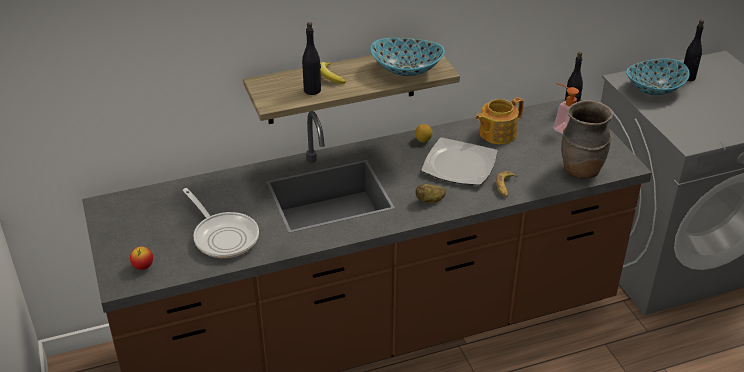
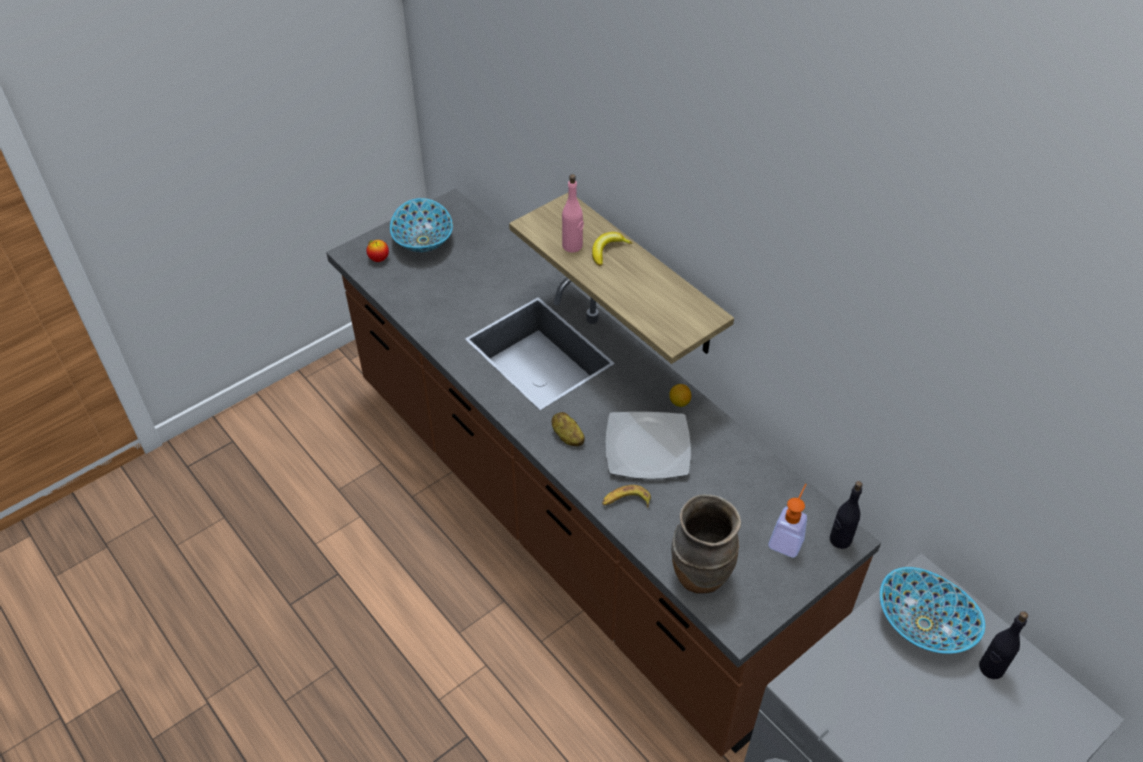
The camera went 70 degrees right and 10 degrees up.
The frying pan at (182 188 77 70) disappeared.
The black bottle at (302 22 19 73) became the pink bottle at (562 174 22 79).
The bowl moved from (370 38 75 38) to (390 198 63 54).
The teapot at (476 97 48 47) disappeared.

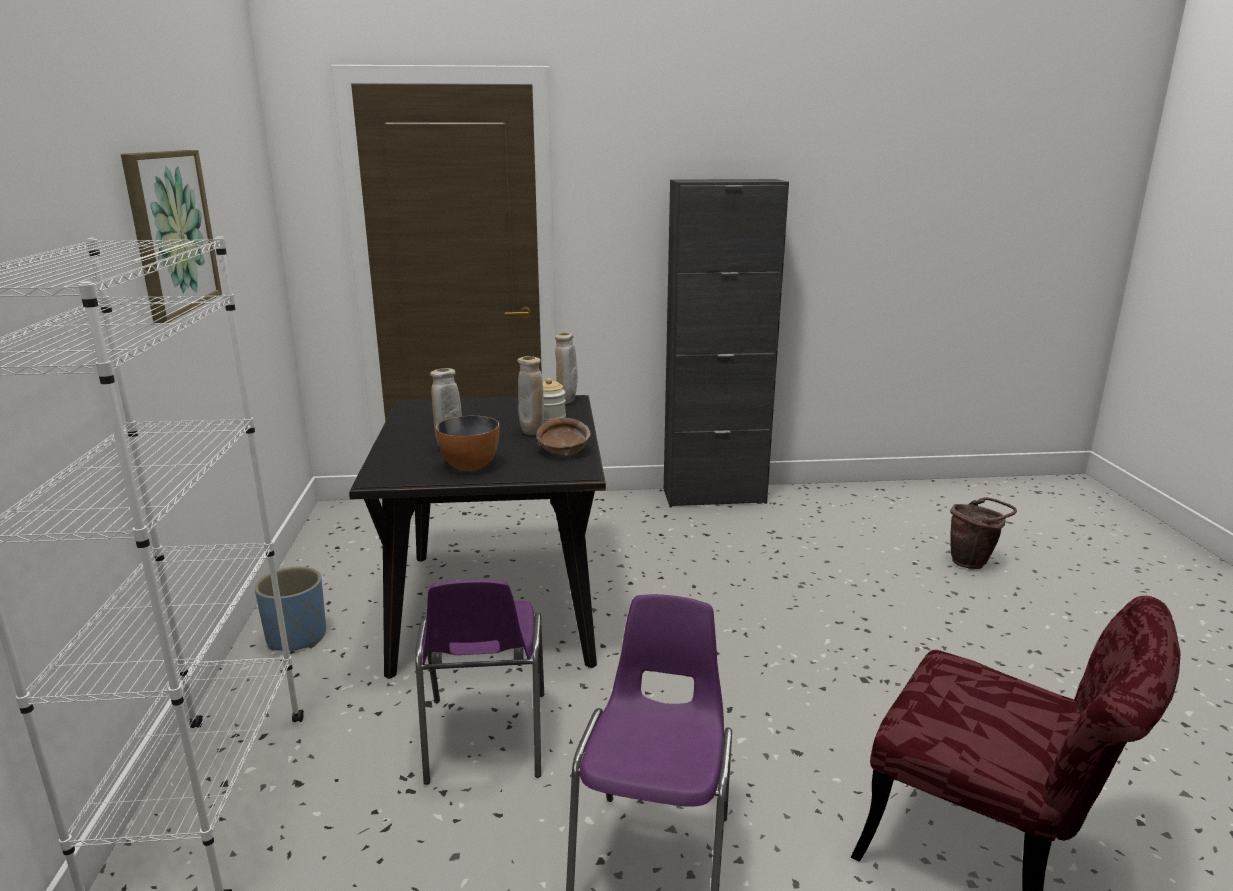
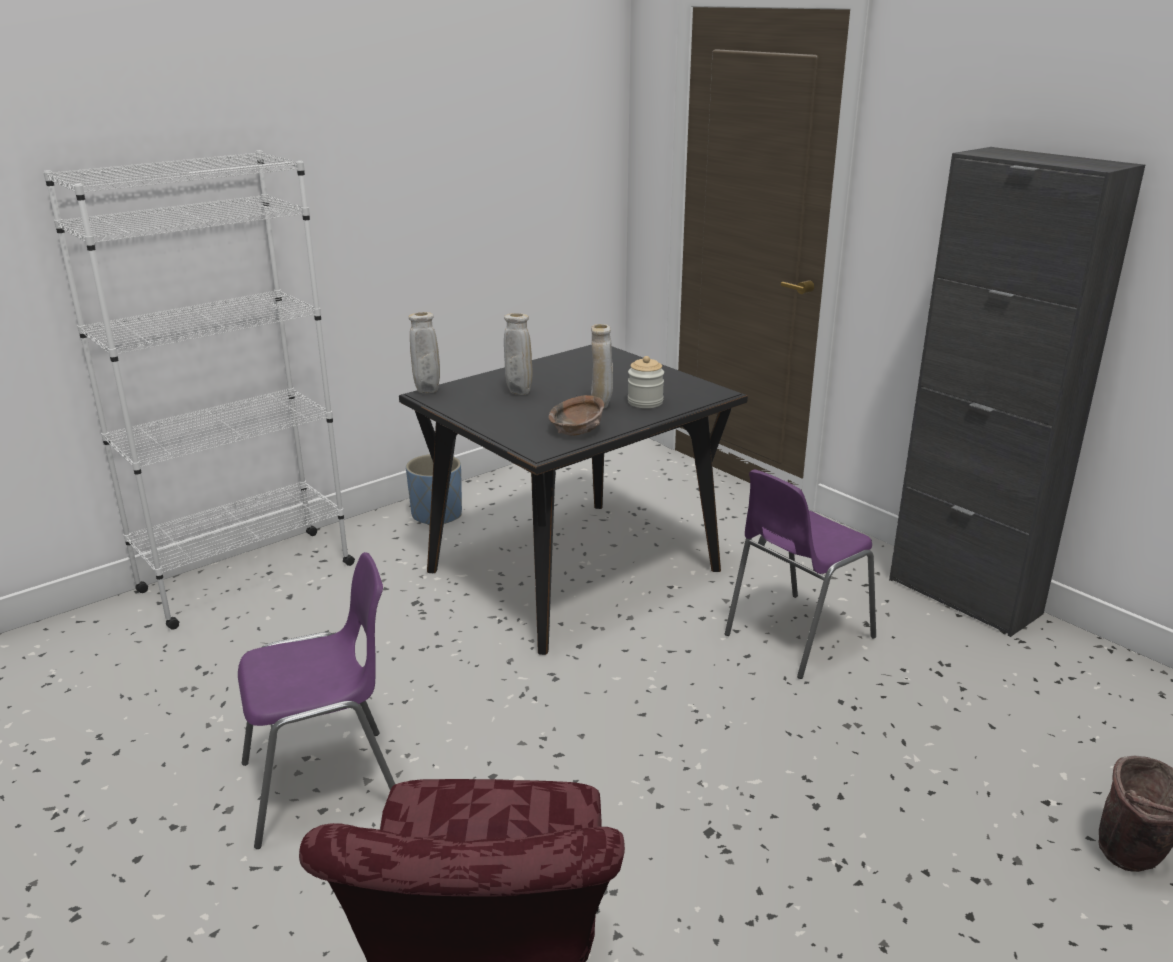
The camera went 55 degrees right and 5 degrees up.
The picture at (121 150 101 173) disappeared.
The purple chair moved from (415 579 129 206) to (725 469 151 210).
The bowl at (436 416 64 55) disappeared.
The beige vase moved from (555 332 23 72) to (409 312 31 81).

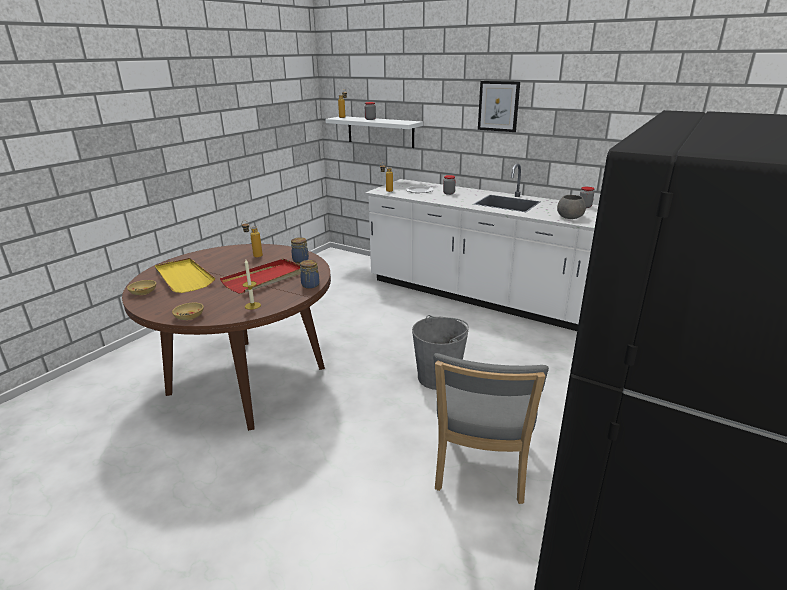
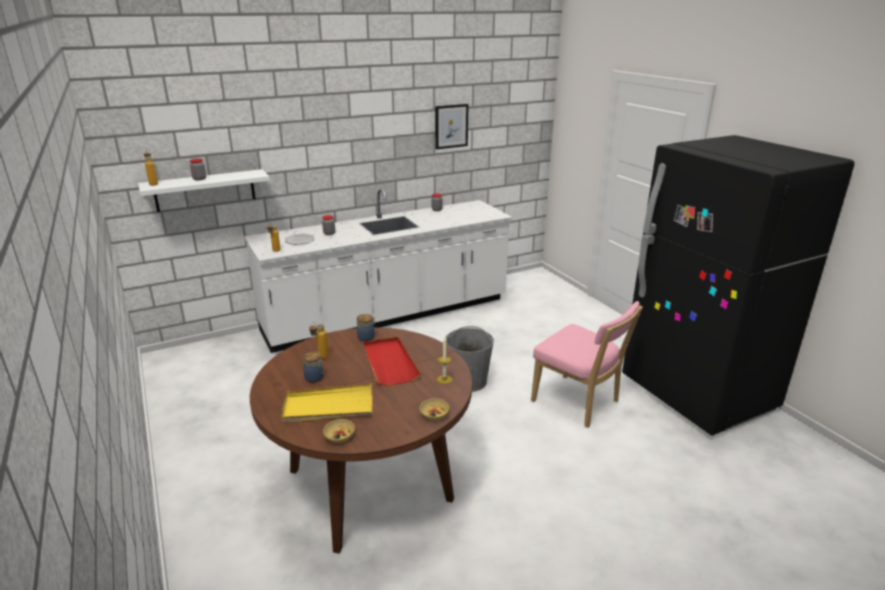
The camera went 60 degrees left and 0 degrees up.
The jar moved from (300 260 20 29) to (303 351 21 32).
The grey chair at (433 353 116 151) became the pink chair at (531 301 112 127).
The picture moved from (478 81 42 51) to (435 104 33 45).
The grey bowl at (557 195 29 24) disappeared.

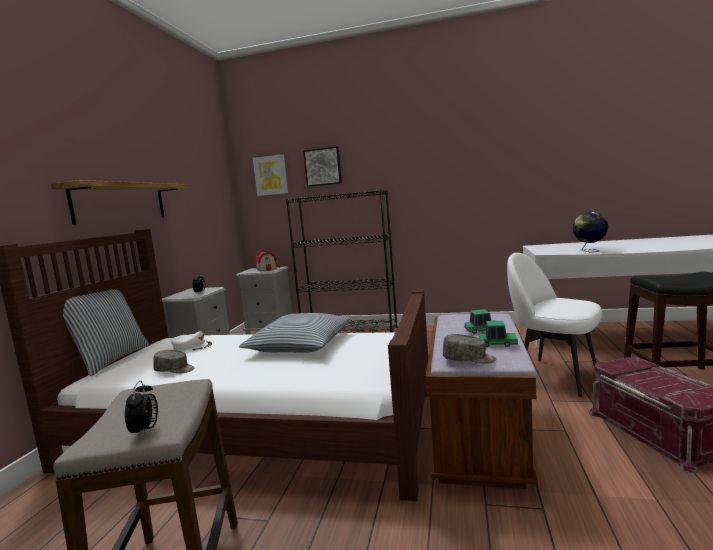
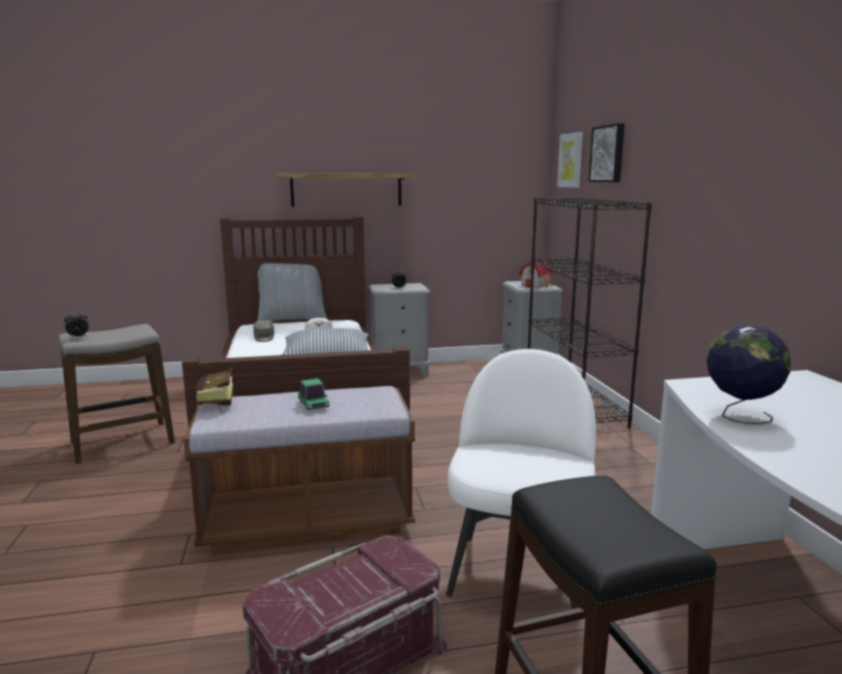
The camera went 65 degrees right and 5 degrees up.
The grey cap at (443 334 53 30) was replaced by the book at (193 368 40 47).
The toy car at (479 321 39 26) disappeared.

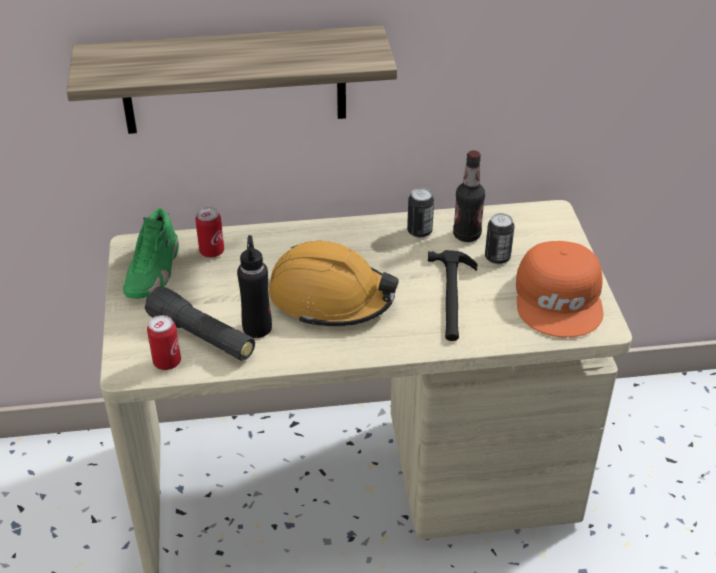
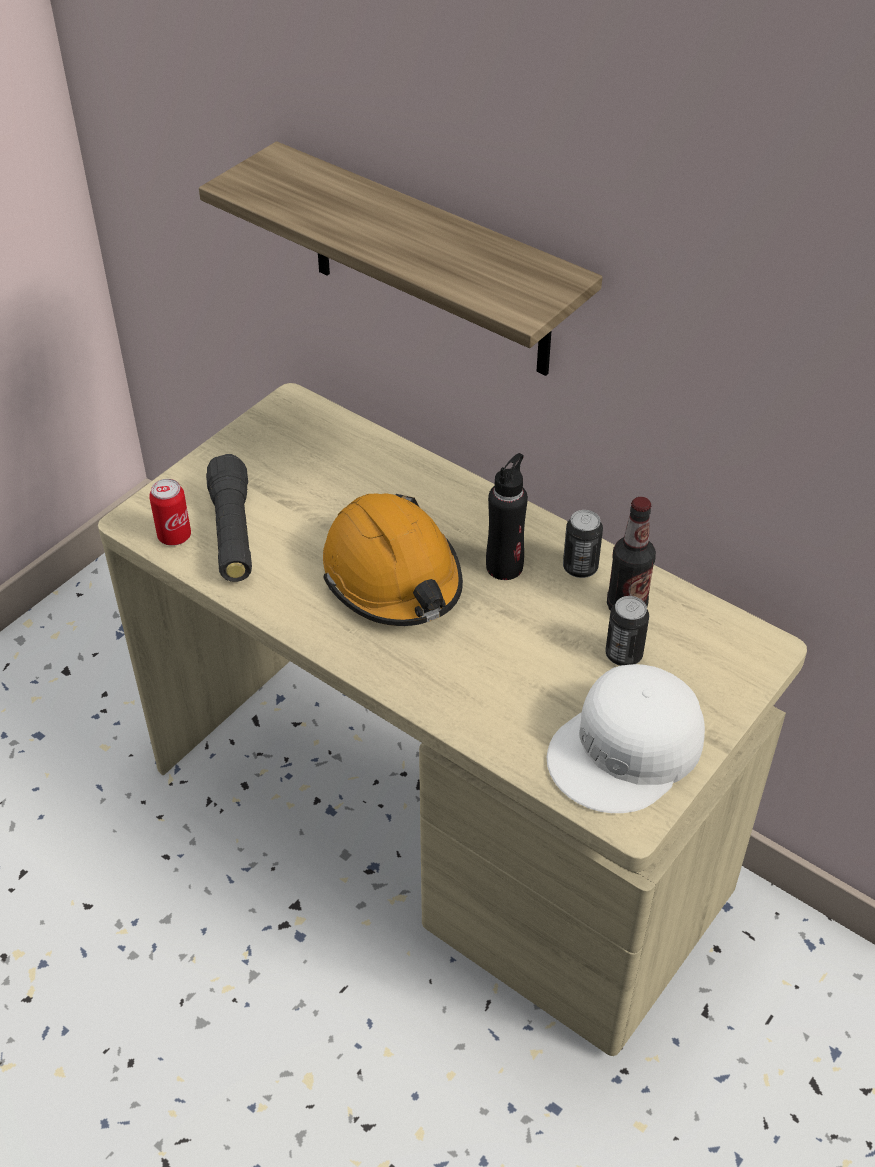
The camera went 45 degrees right and 5 degrees up.
The green shoe at (123 208 56 91) disappeared.
The can at (195 207 29 51) disappeared.
The black bottle moved from (237 235 35 103) to (486 453 42 127).
The hammer at (428 250 50 91) disappeared.
The orange cap at (516 241 87 97) became the white cap at (547 664 158 149).

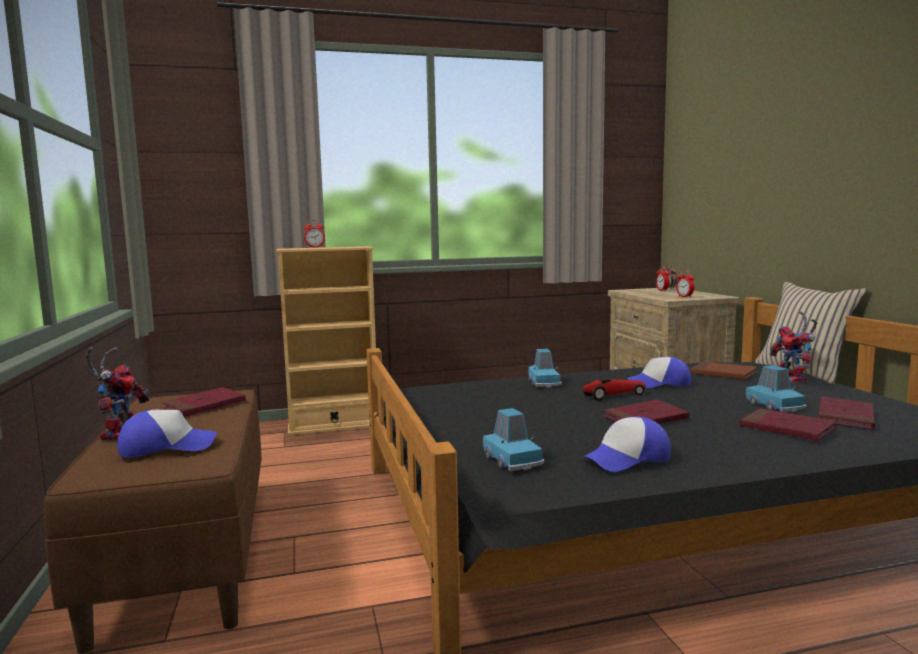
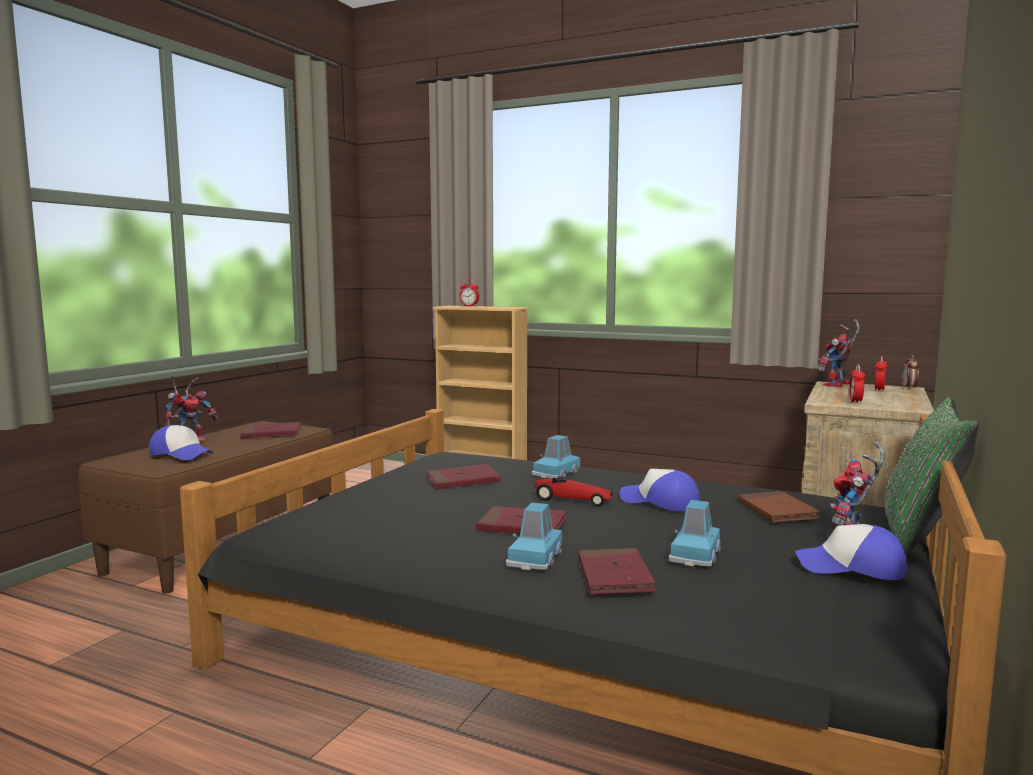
The camera went 40 degrees right and 0 degrees up.
The blue toy car moved from (483 408 61 63) to (506 503 56 67).
The cap moved from (582 417 89 55) to (795 524 113 56).
The beige pillow at (755 282 113 103) became the green pillow at (885 397 94 159).
The red book moved from (818 396 57 34) to (427 464 73 26).
The toy robot at (817 319 43 68) appeared.

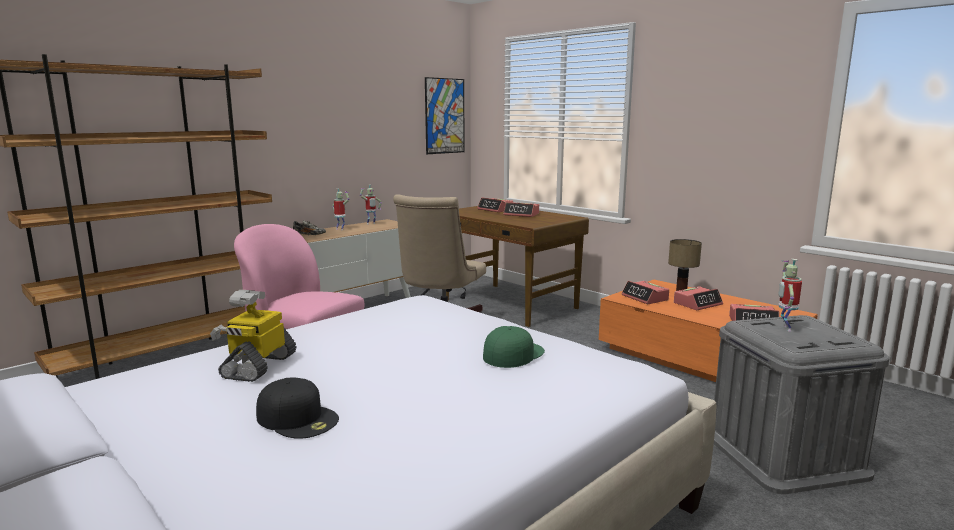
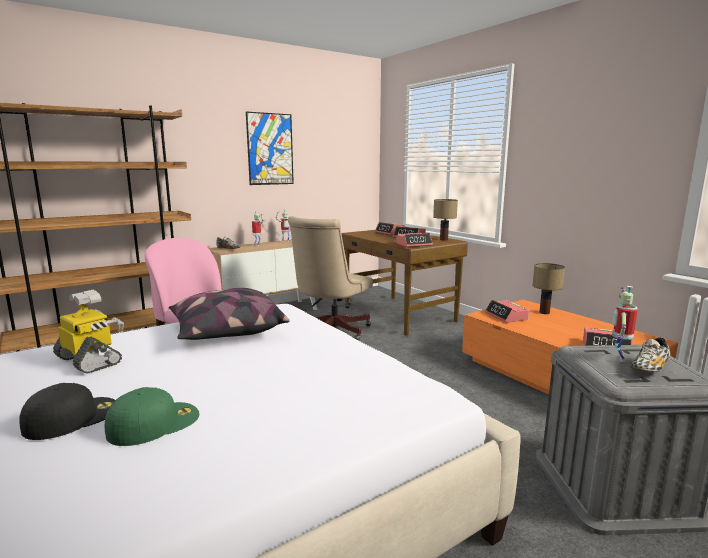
The camera went 10 degrees right and 0 degrees up.
The toy robot at (210 290 87 92) turned 105 degrees clockwise.
The black cap at (256 377 83 62) turned 90 degrees counterclockwise.
The picture moved from (425 77 40 77) to (246 112 48 73).
The green cap moved from (483 326 62 42) to (105 387 94 59).
The alarm clock moved from (674 286 49 24) to (397 233 36 14).
The pillow at (169 288 121 52) appeared.
The table lamp at (433 199 25 42) appeared.
The shoe at (630 337 41 35) appeared.

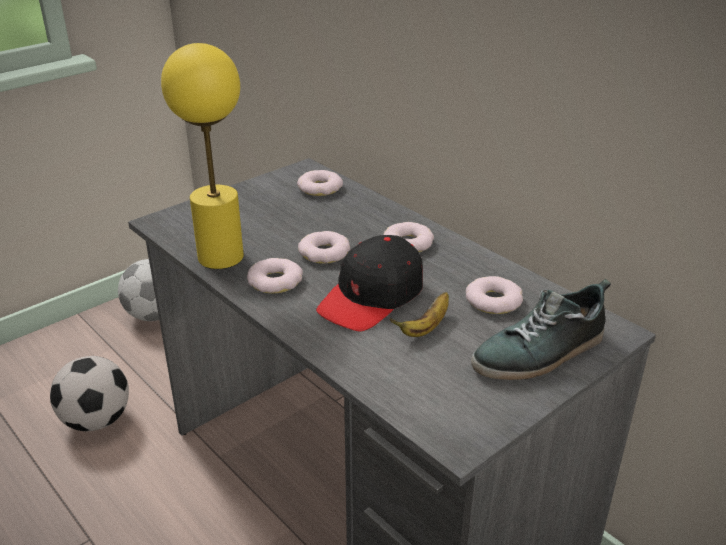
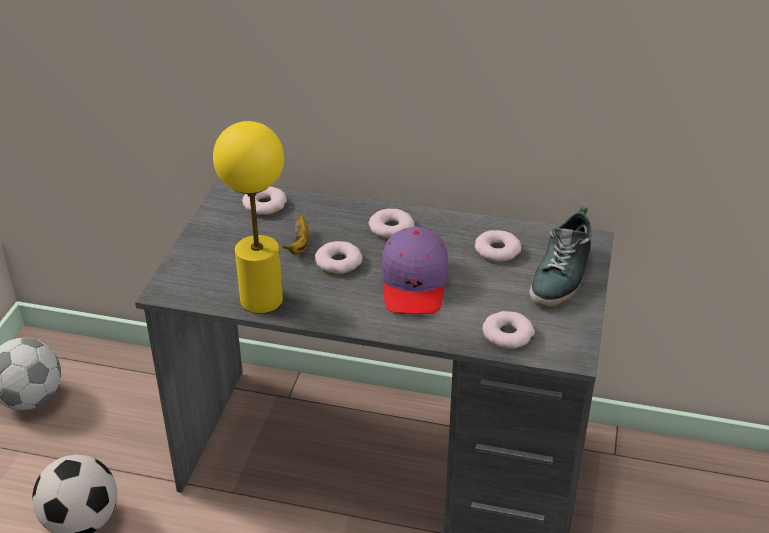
The camera went 35 degrees left and 5 degrees up.
The donut moved from (247 258 56 35) to (482 311 53 38).
The black cap at (316 235 107 97) became the purple cap at (381 227 67 87).
The banana moved from (390 292 59 45) to (282 214 27 41).

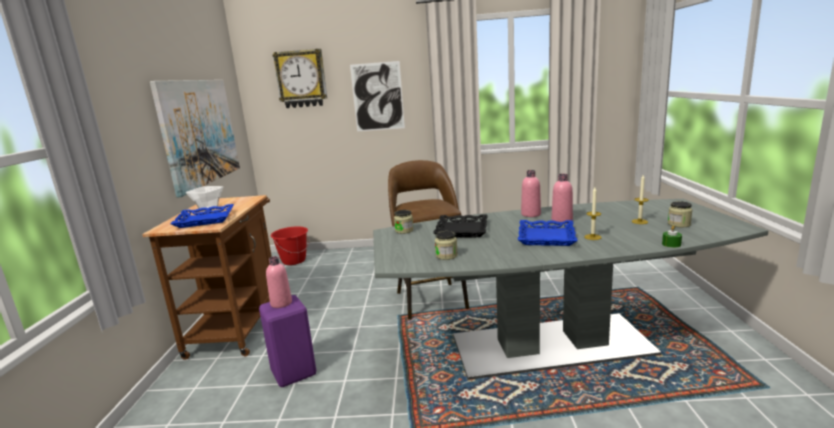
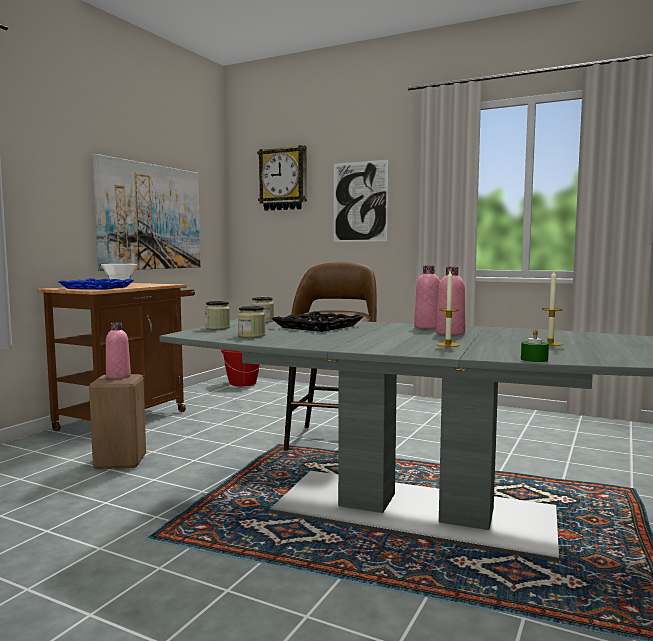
The camera went 25 degrees right and 10 degrees down.
The purple stool at (259 295 57 92) became the beige stool at (89 374 57 95).
The blue tray at (518 220 60 26) disappeared.
The jar moved from (668 201 24 26) to (205 301 25 29).

